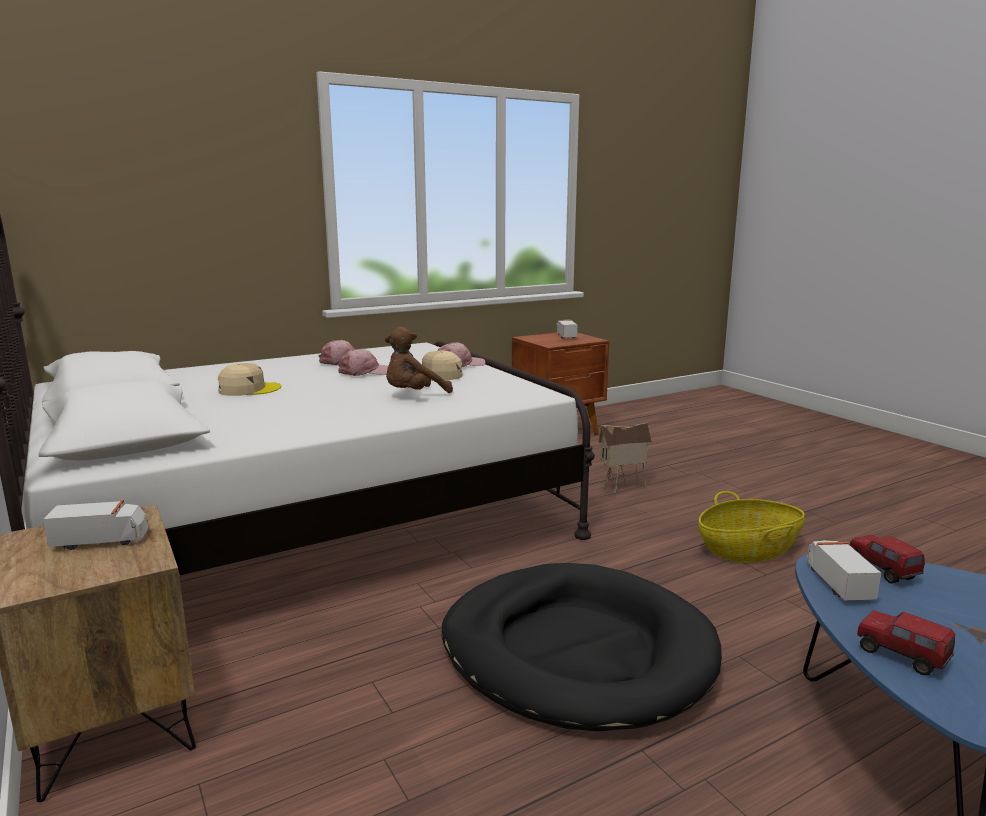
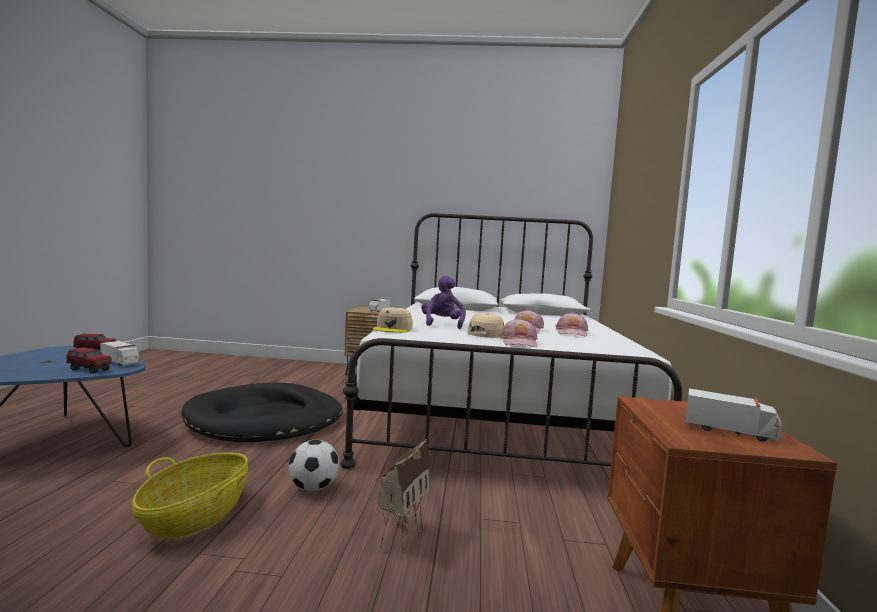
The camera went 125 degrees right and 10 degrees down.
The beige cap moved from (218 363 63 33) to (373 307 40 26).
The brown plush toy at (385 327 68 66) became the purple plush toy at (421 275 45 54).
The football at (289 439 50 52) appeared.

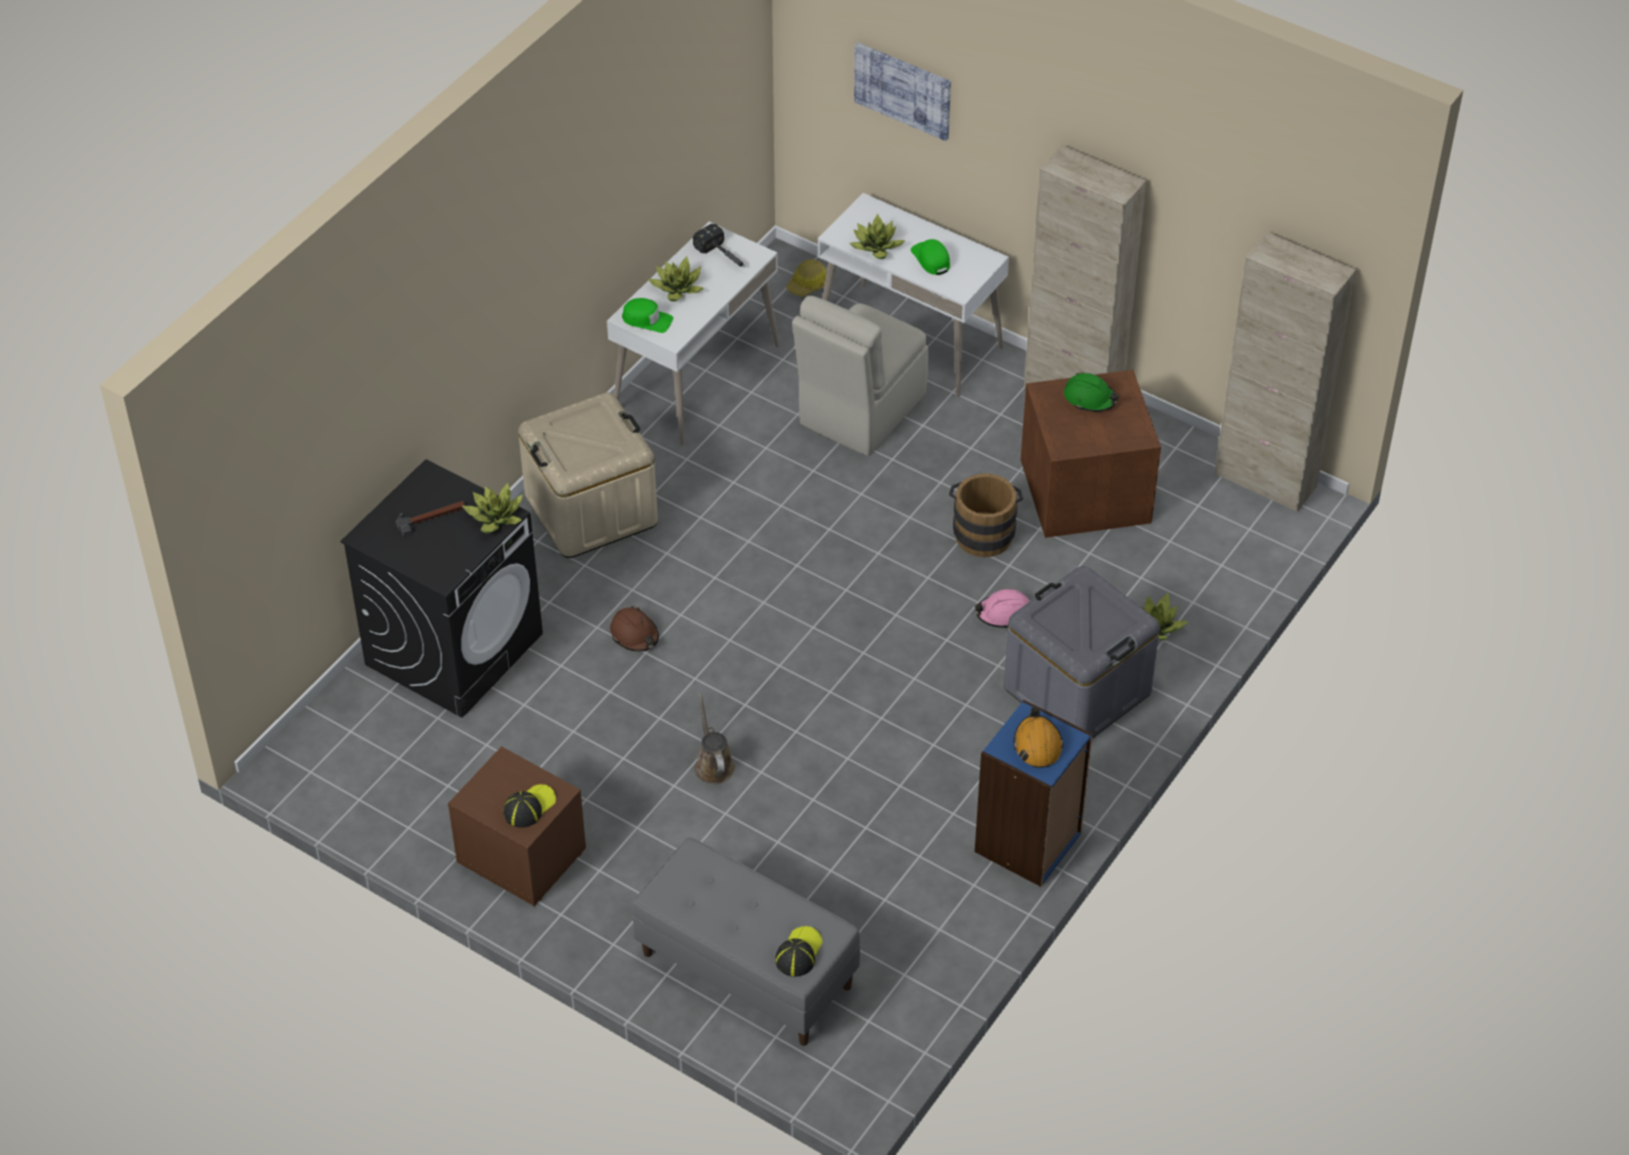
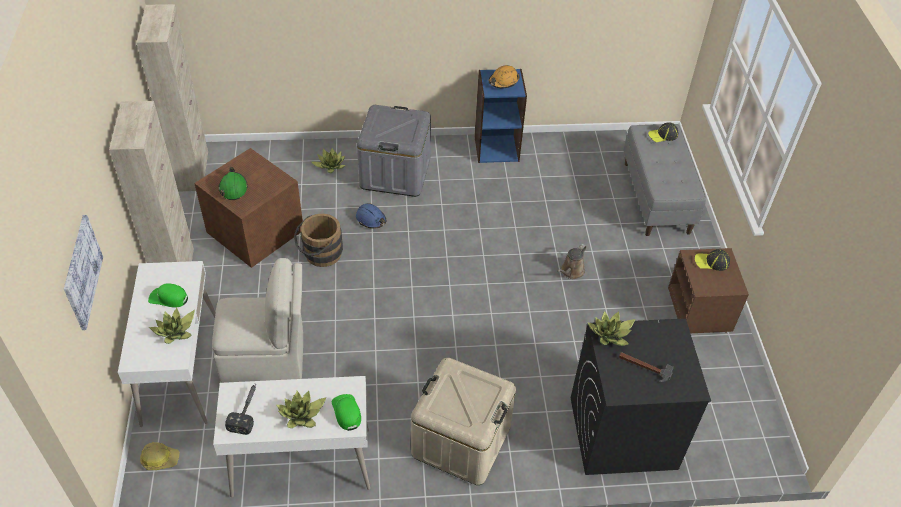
The camera went 130 degrees left and 0 degrees up.
The brown hard hat at (610 606 49 46) disappeared.
The green cap at (911 239 39 36) turned 75 degrees clockwise.
The pink hard hat at (975 589 55 39) became the blue hard hat at (356 203 30 26).

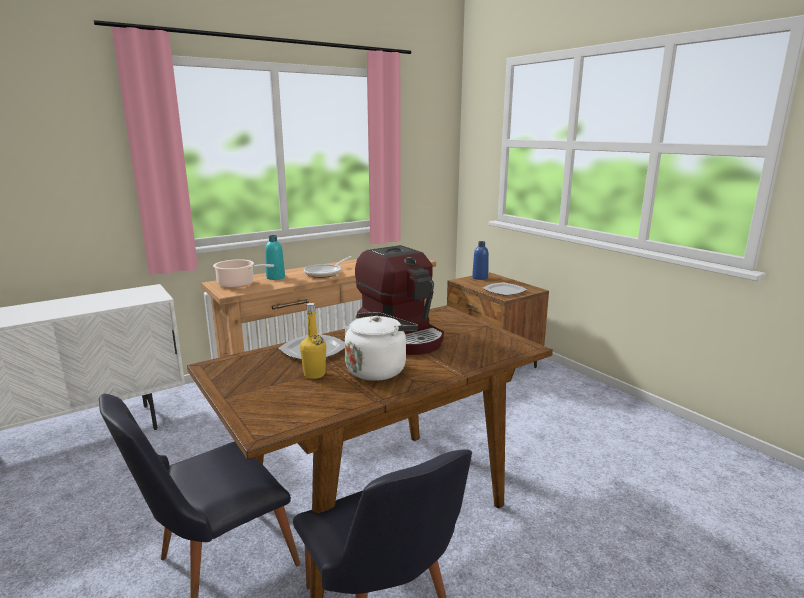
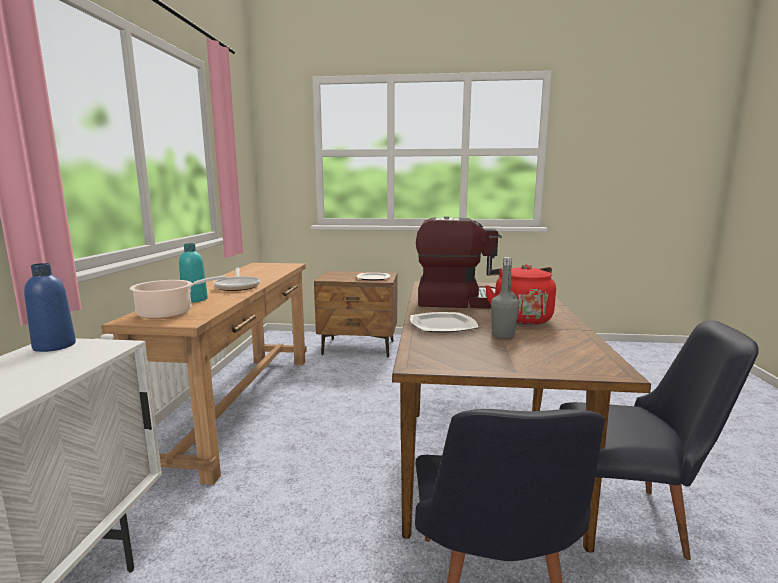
The camera went 50 degrees left and 5 degrees down.
The yellow bottle at (300 303 26 76) became the grey bottle at (491 257 28 81).
The white kettle at (344 312 74 69) became the red kettle at (485 264 71 61).
The blue bottle moved from (472 241 17 39) to (24 263 52 89).

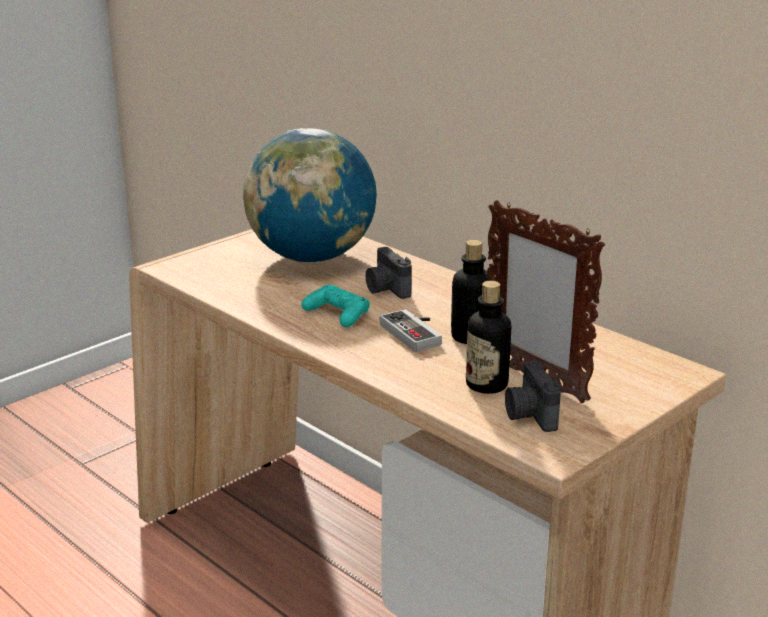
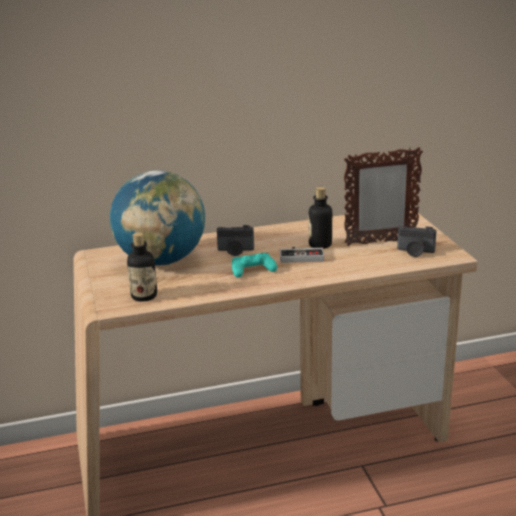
The camera went 60 degrees left and 0 degrees up.
The bottle moved from (466 281 45 113) to (127 232 30 70).

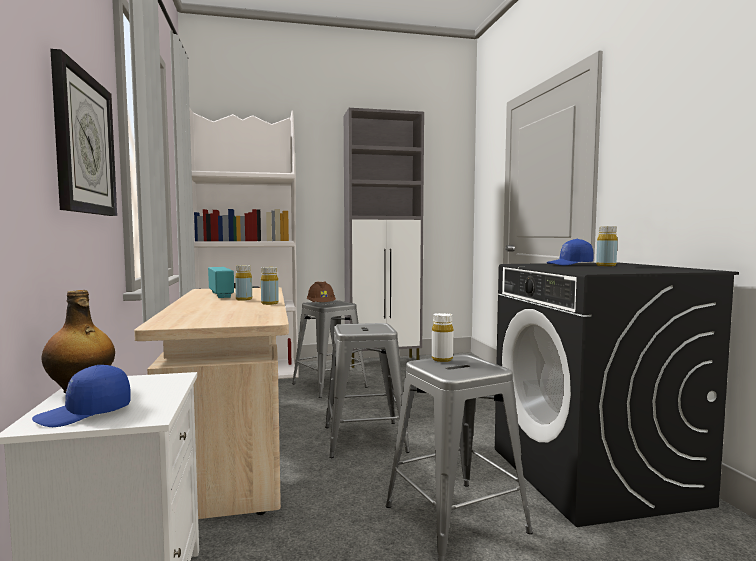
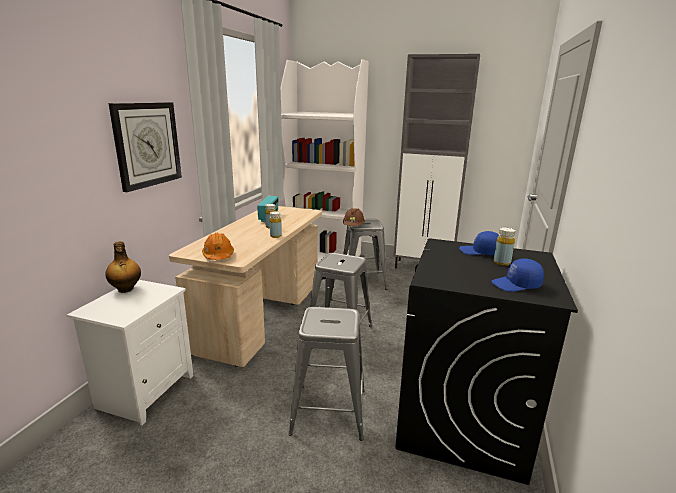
The camera went 30 degrees right and 15 degrees up.
The blue cap moved from (32 365 99 62) to (491 259 53 33).
The white bottle at (432 313 21 49) disappeared.
The orange hard hat at (202 233 32 27) appeared.

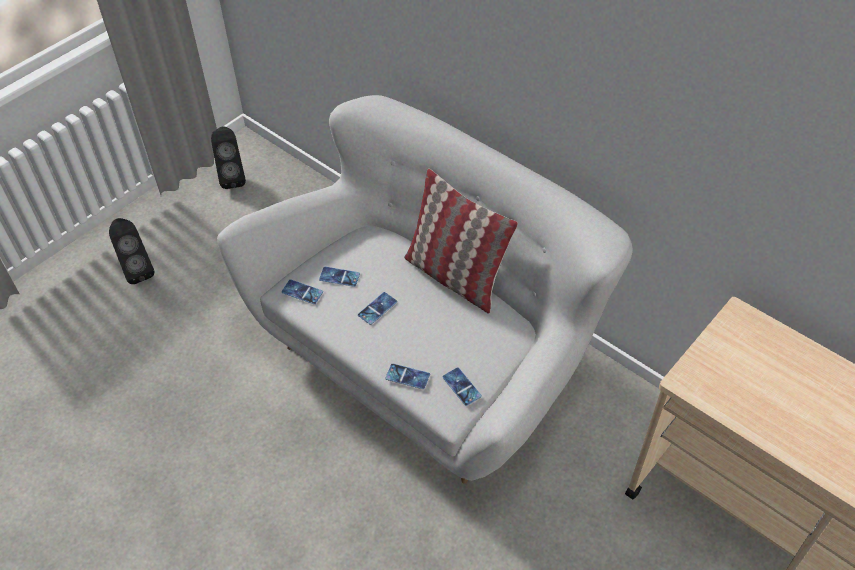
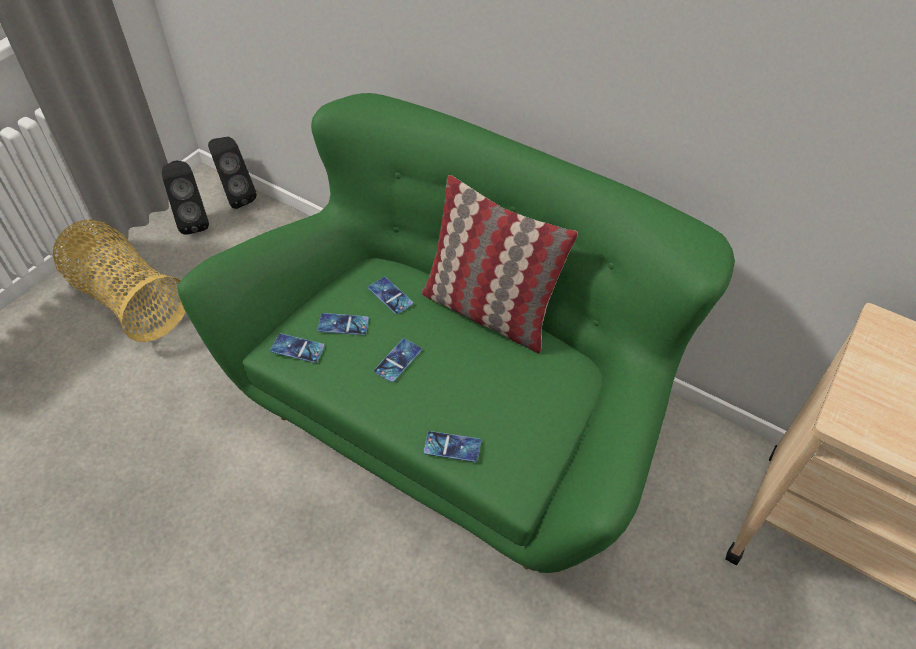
The camera went 10 degrees left and 0 degrees up.
The black speaker moved from (109 218 45 66) to (208 136 49 73).
The white sofa at (217 95 416 389) became the green sofa at (177 93 558 480).
The phone moved from (442 367 40 39) to (368 277 45 37).
The basket at (53 220 133 122) appeared.

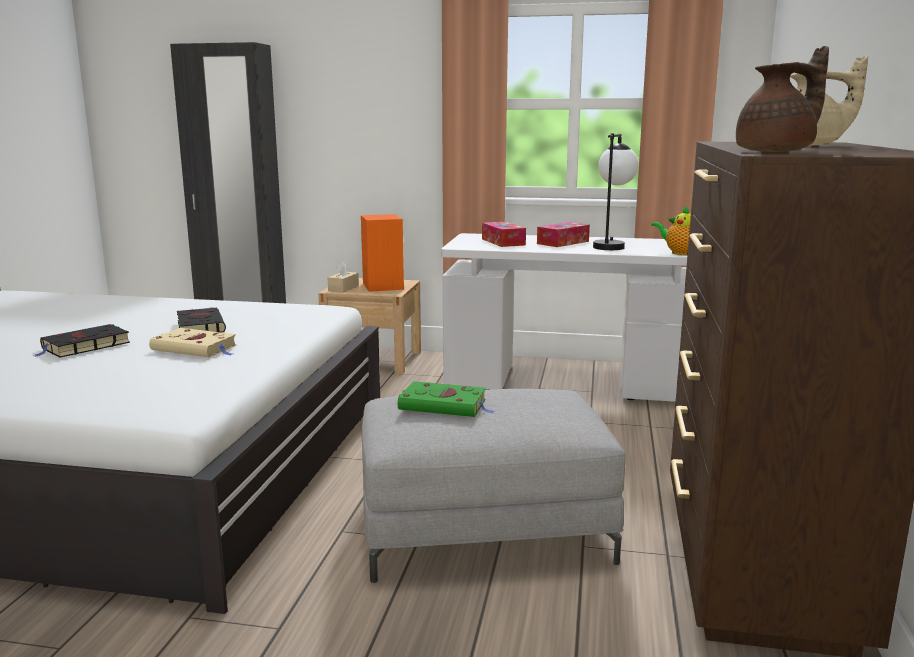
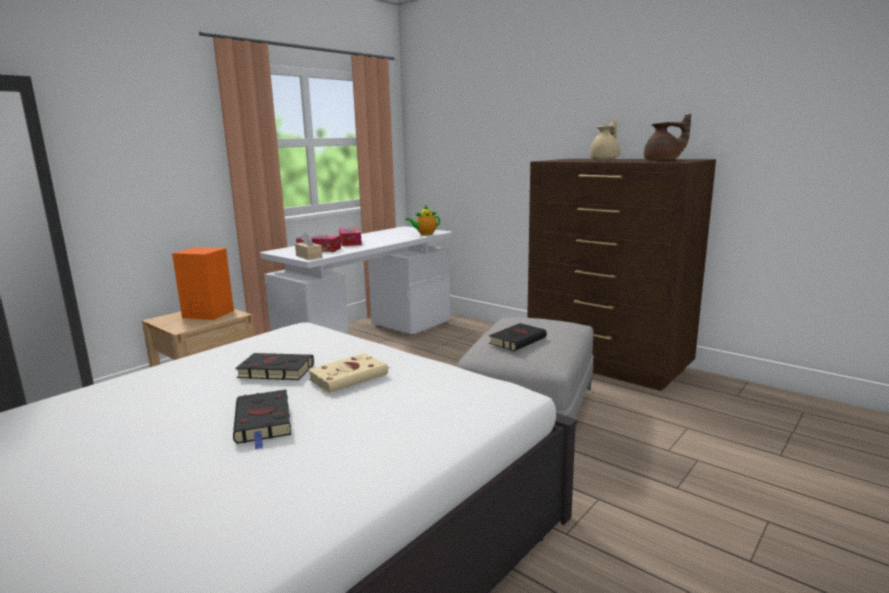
The camera went 60 degrees left and 0 degrees up.
The beige tissue box moved from (328 261 31 32) to (295 232 27 28).
The green book at (398 381 97 36) became the black book at (489 323 58 28).
The table lamp at (593 133 45 117) disappeared.
The brown teapot at (736 46 93 106) turned 90 degrees clockwise.

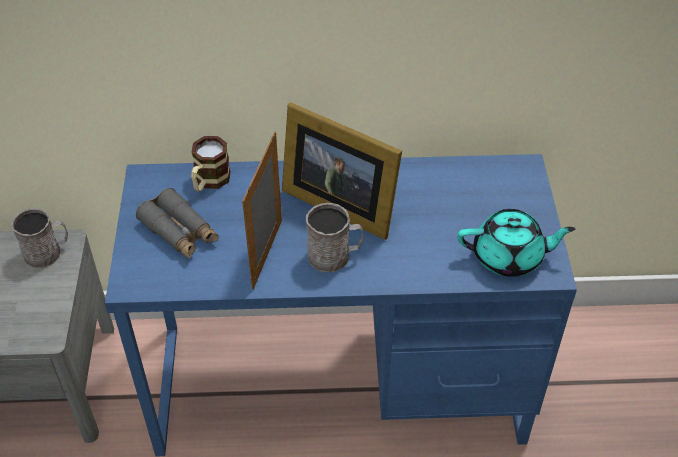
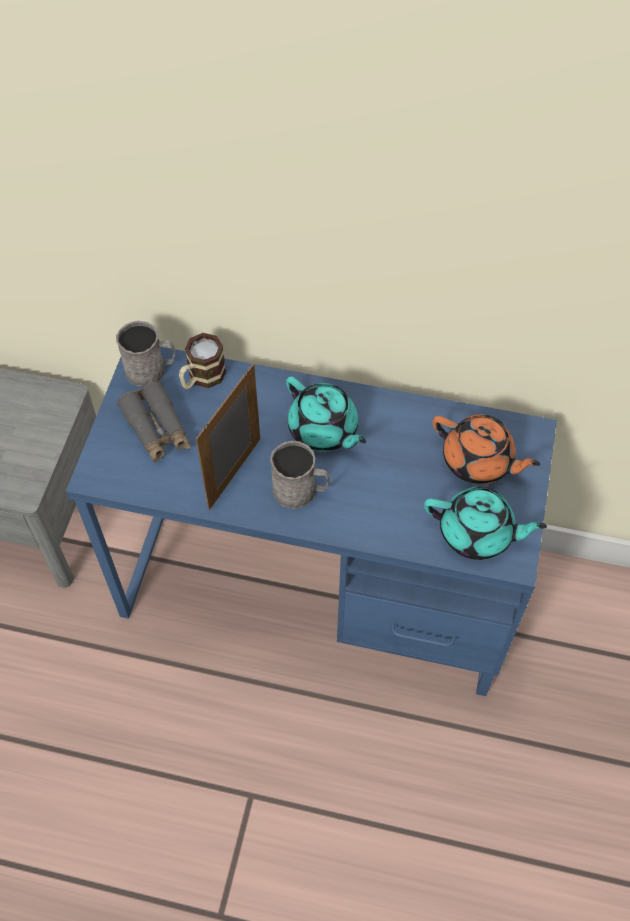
The camera went 15 degrees right and 10 degrees up.
The grey mug moved from (11 208 57 60) to (116 321 60 66).
The picture frame at (282 102 120 138) was replaced by the turquoise teapot at (286 376 80 76).
The orange teapot at (432 414 108 71) appeared.

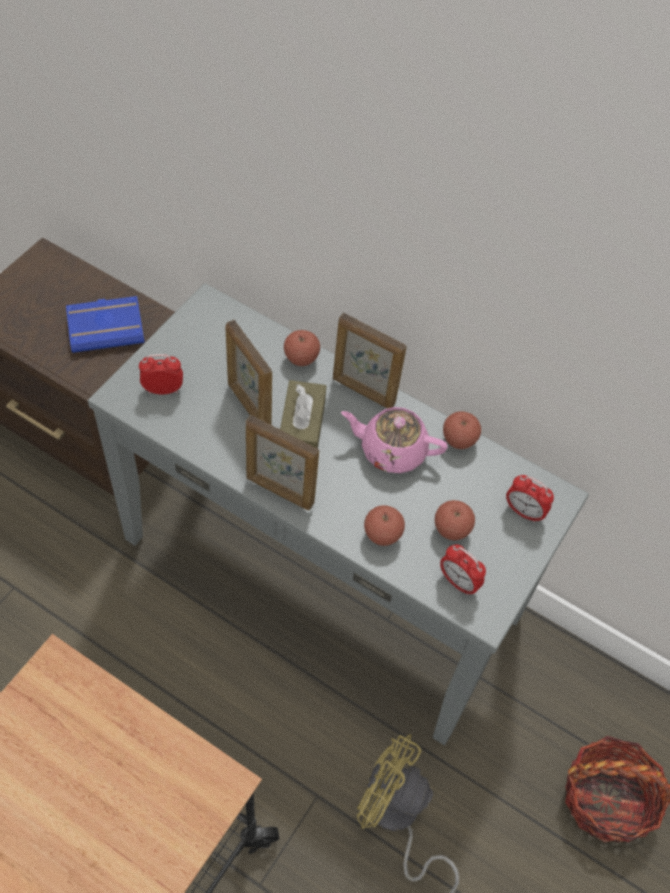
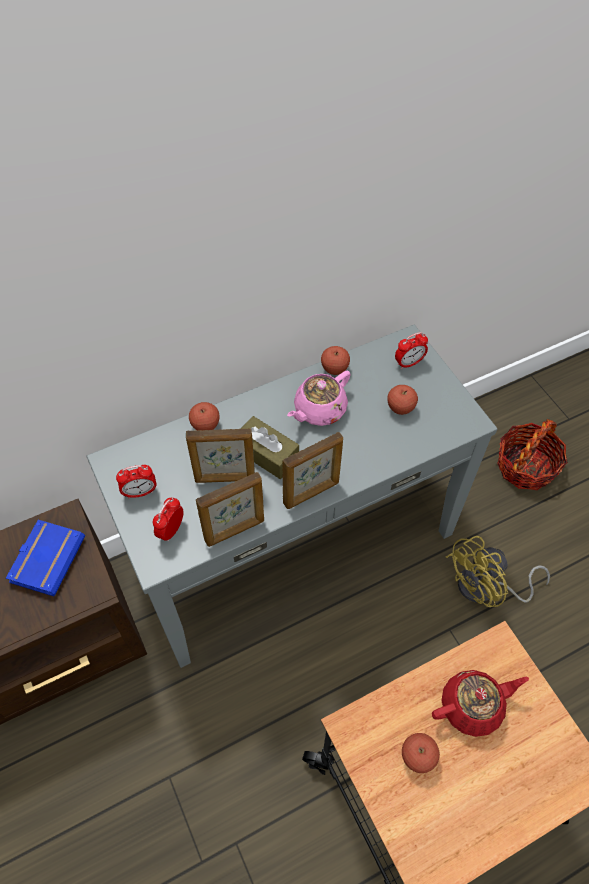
The camera went 55 degrees left and 0 degrees up.
The picture frame moved from (333 313 74 96) to (196 472 68 75).
The apple moved from (364 505 41 41) to (402 733 38 40).
The alarm clock moved from (440 544 46 51) to (116 465 41 33).
The red teapot at (432 670 97 67) appeared.

